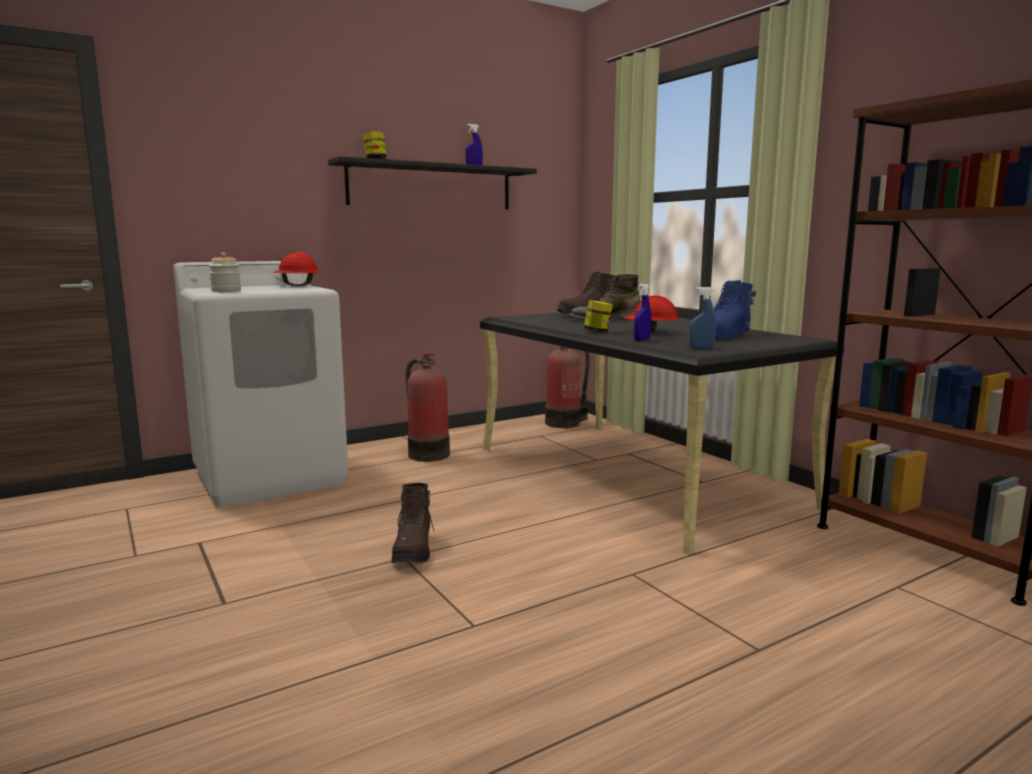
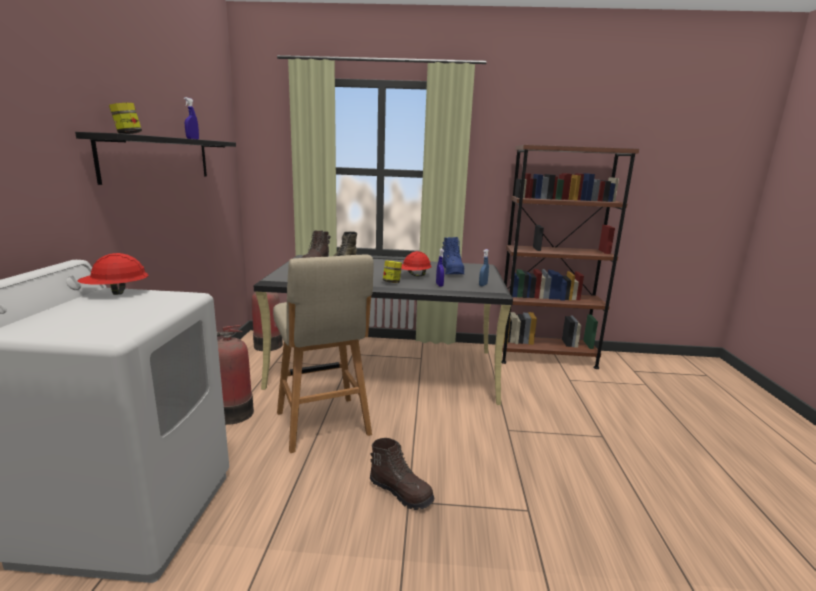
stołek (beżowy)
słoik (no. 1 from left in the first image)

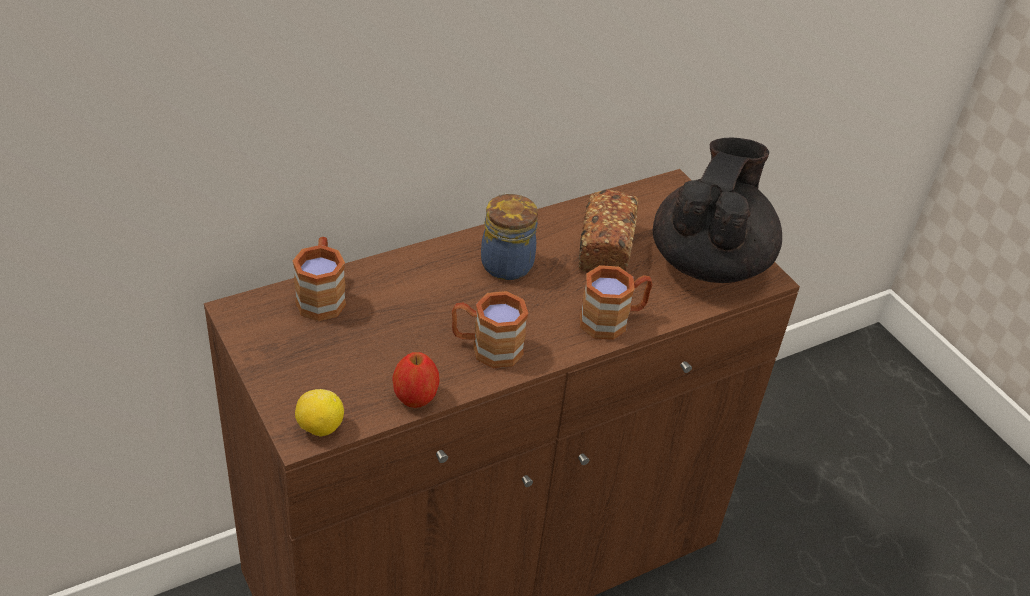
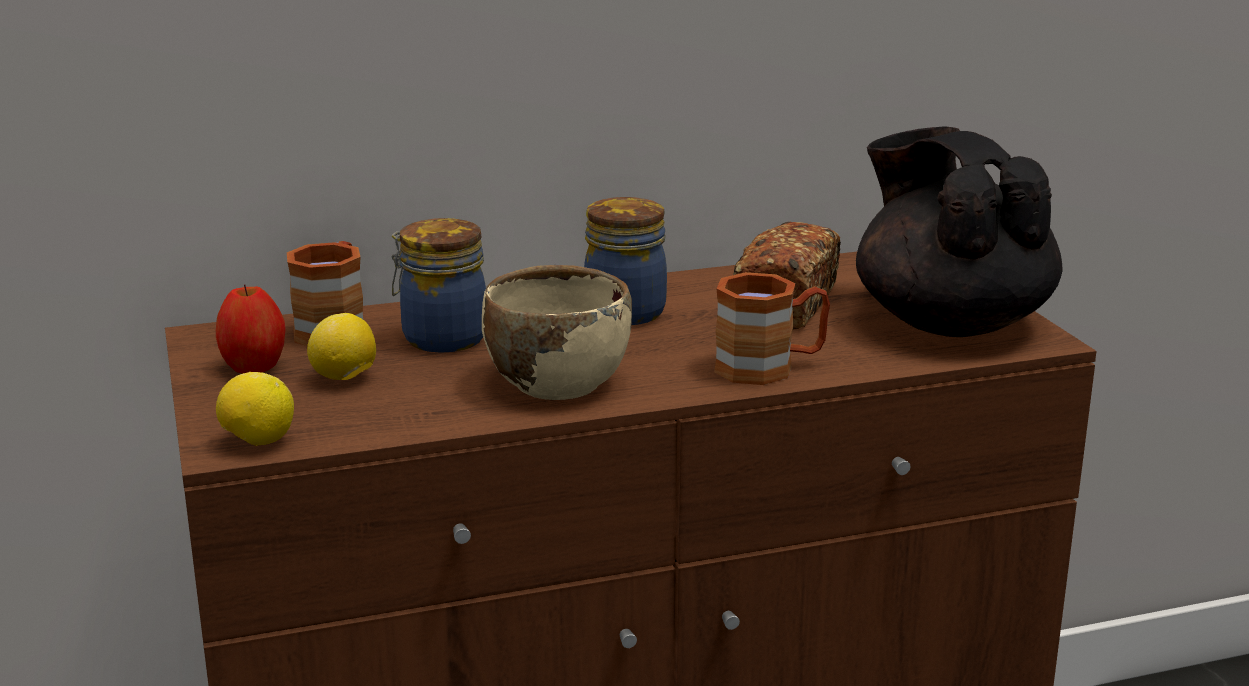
jabłko
cytryna (no. 2 from left)
słoik (no. 1 from left)
miska (beżowy)
imbryk (czarny)

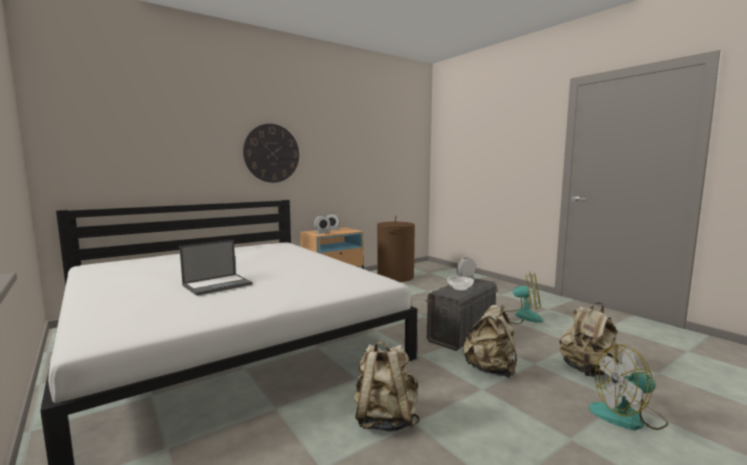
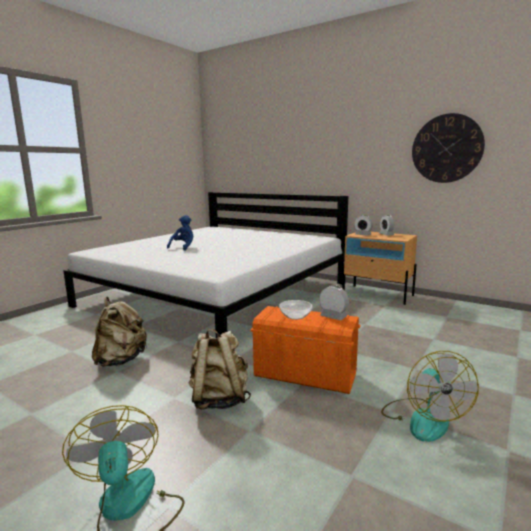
pluszak (niebieski)
pojemnik do przechowywania (pomarańczowy)
zegar ścienny
kosz na pranie (brązowy)
plecak (beżowy) (no. 3 from left in the first image)

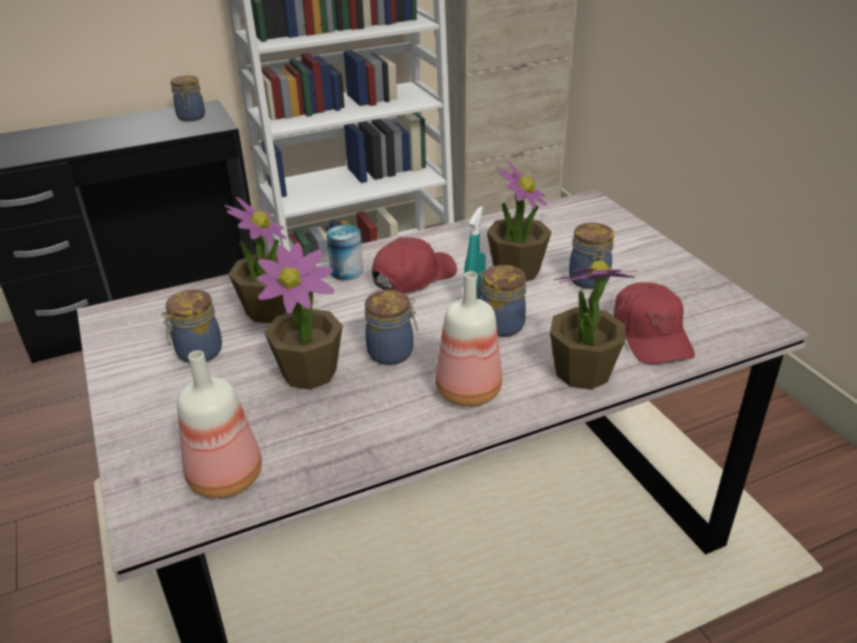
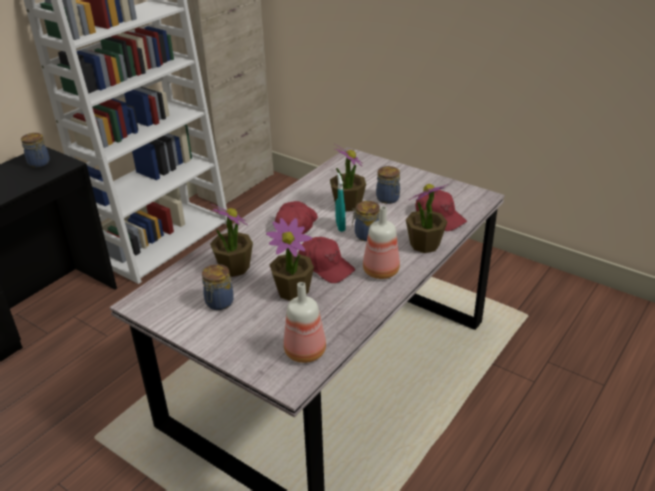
czapka z daszkiem (czerwony) (no. 2 from left)
puszka

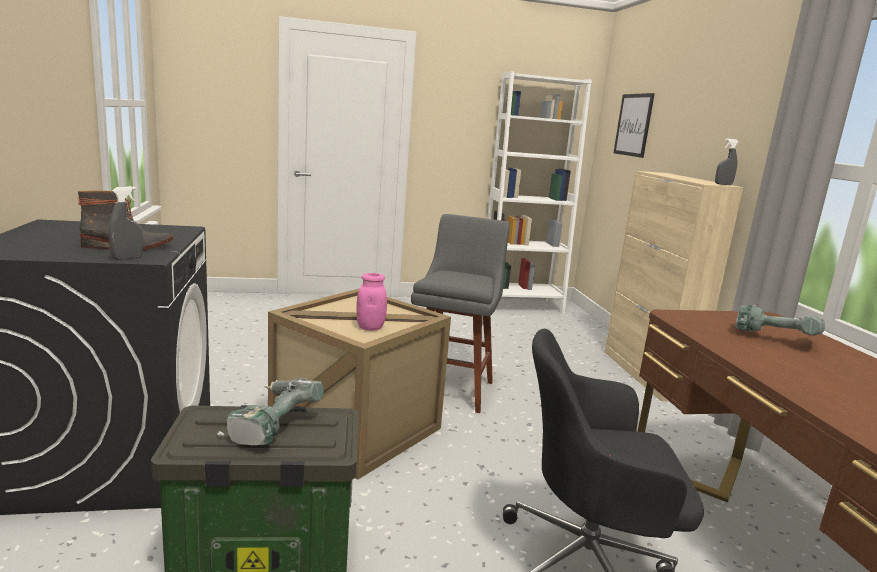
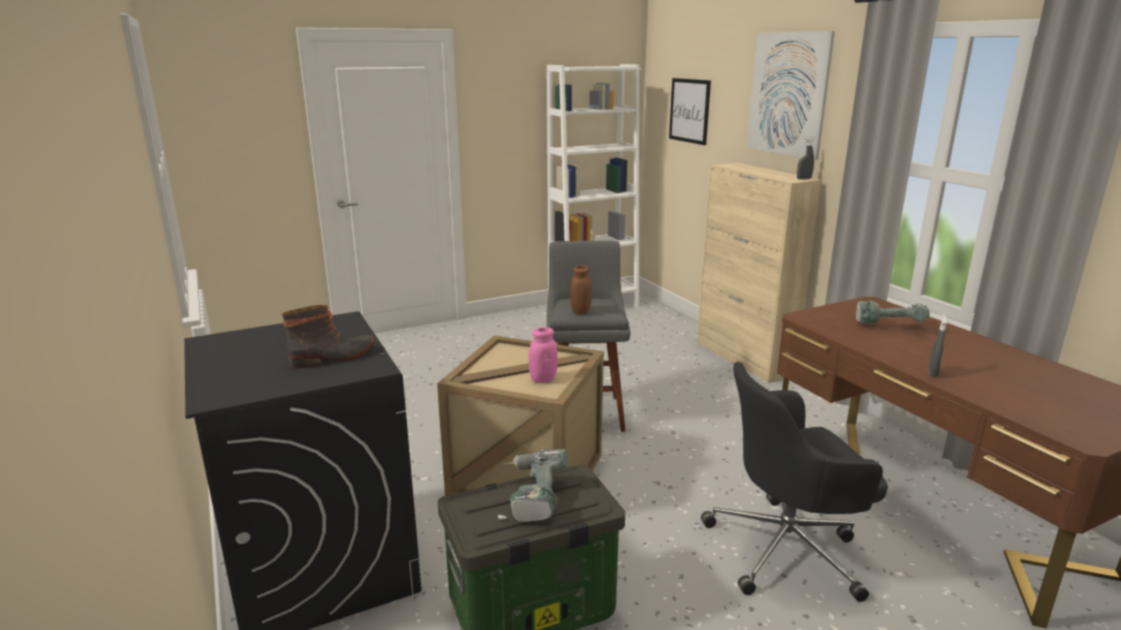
słoik (brązowy)
obraz (no. 2 from left)
spryskiwacz (szary) (no. 2 from left)

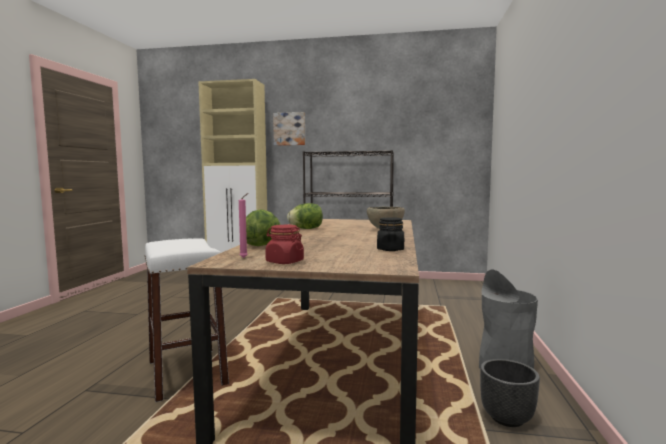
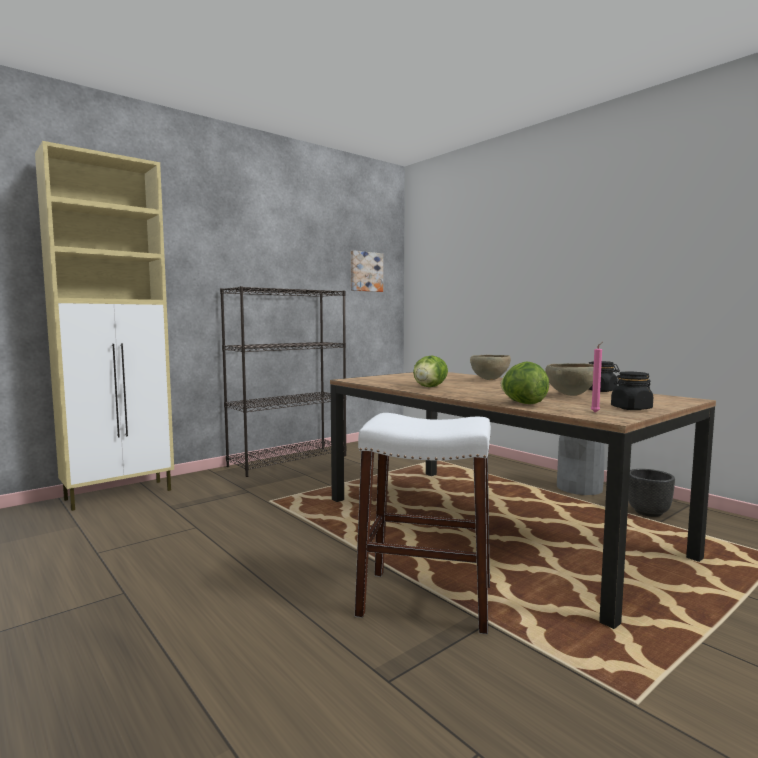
obraz
miska (brązowy) (no. 2 from left)
słoik (czarny) (no. 2 from left)

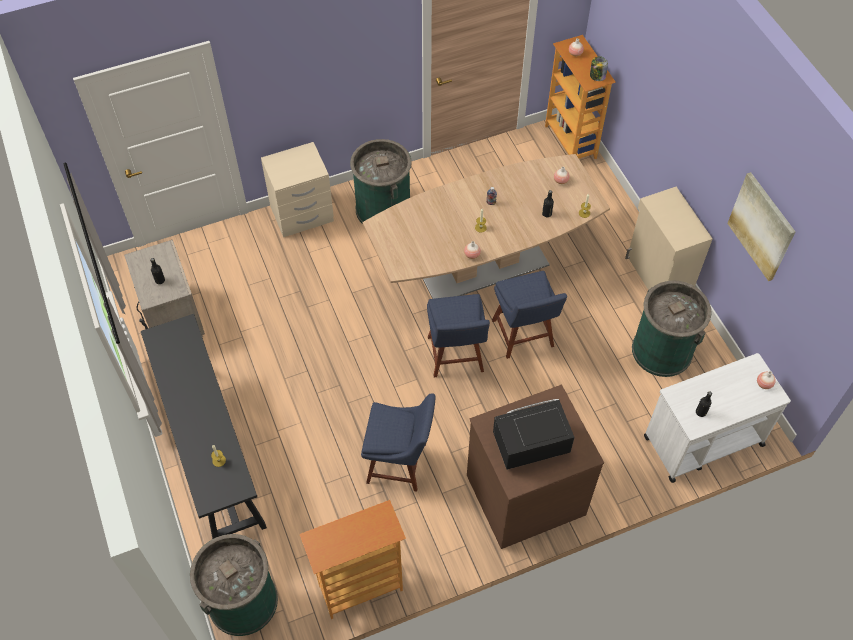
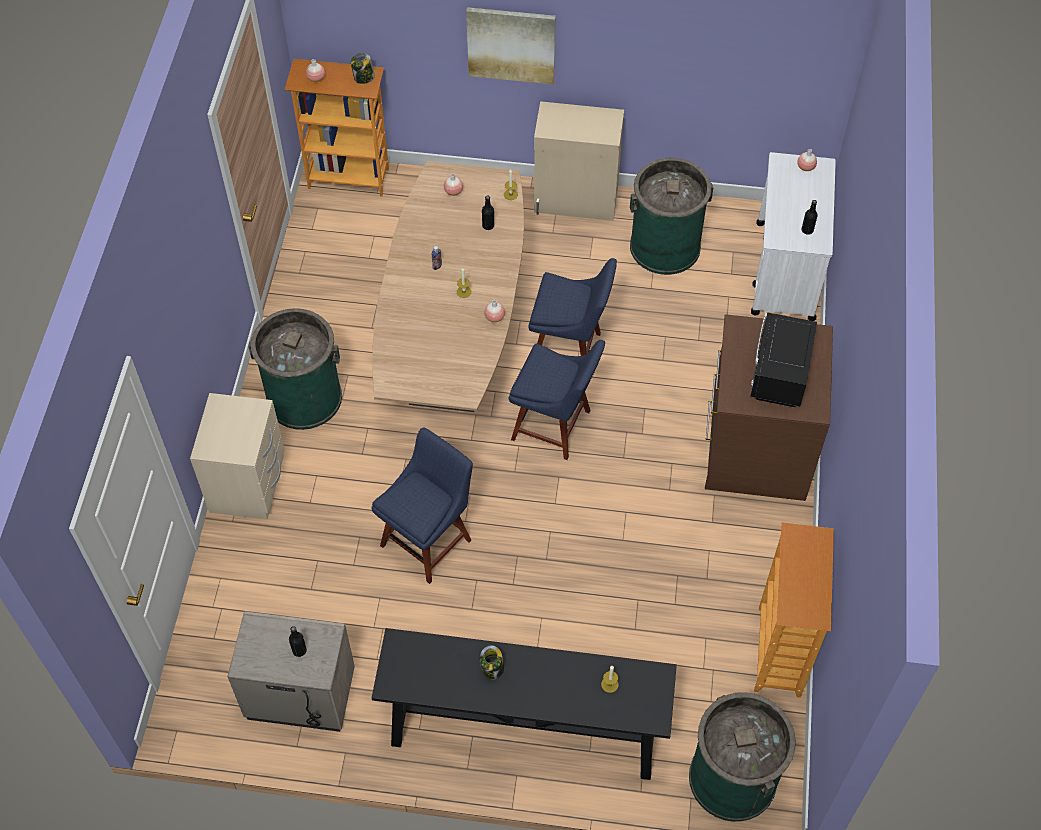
krzesło (niebieski) (no. 1 from left)
obraz
słoik (no. 2 from left)

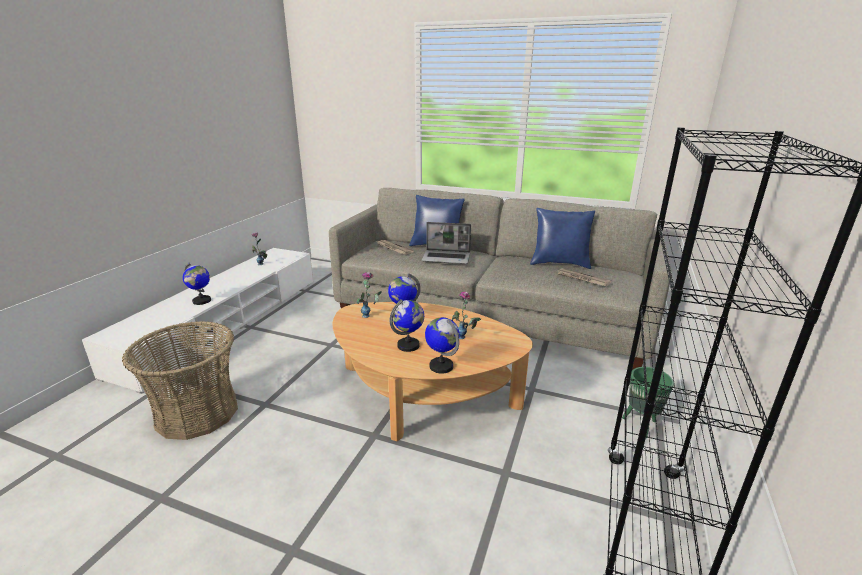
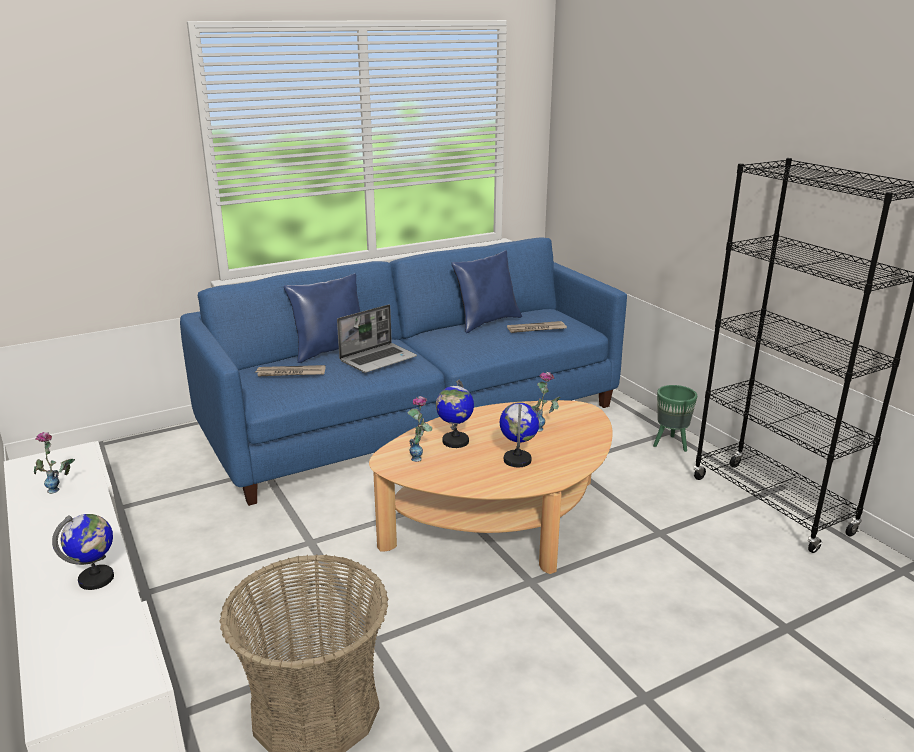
kanapa (niebieski)
globus (no. 4 from left in the first image)

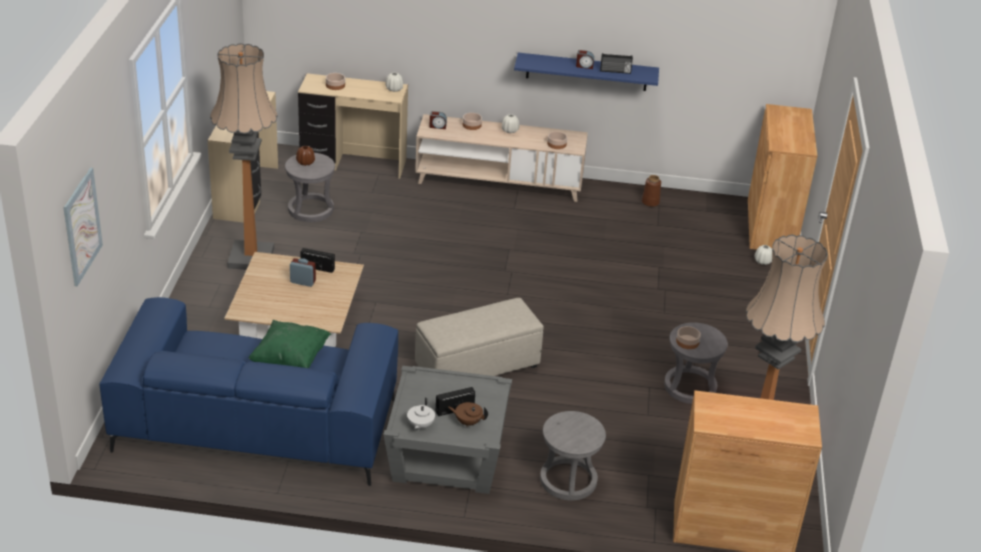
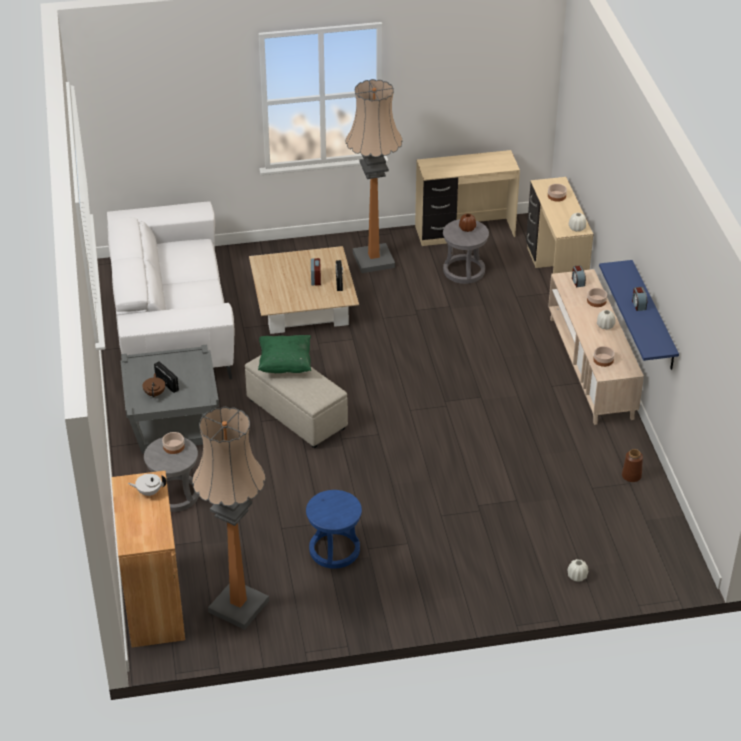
kanapa (biały)
imbryk (biały)
miska (no. 1 from left)
poduszka (zielony)
stołek (niebieski)
obraz
radio (no. 3 from left in the first image)
szafka (brązowy) (no. 2 from left in the first image)

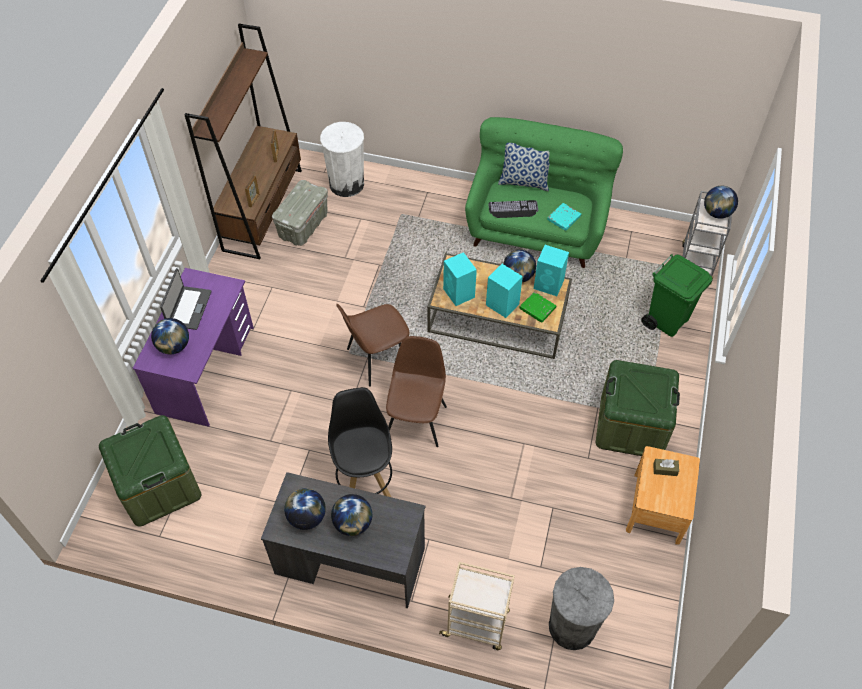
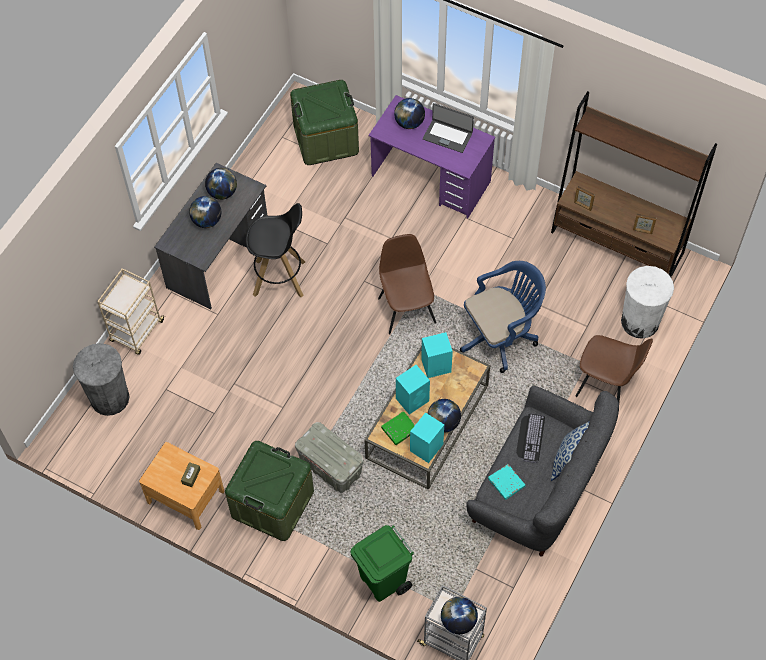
pojemnik do przechowywania (szary)
krzesło biurowe (niebieski)
kanapa (szary)
krzesło (brązowy) (no. 2 from left)

